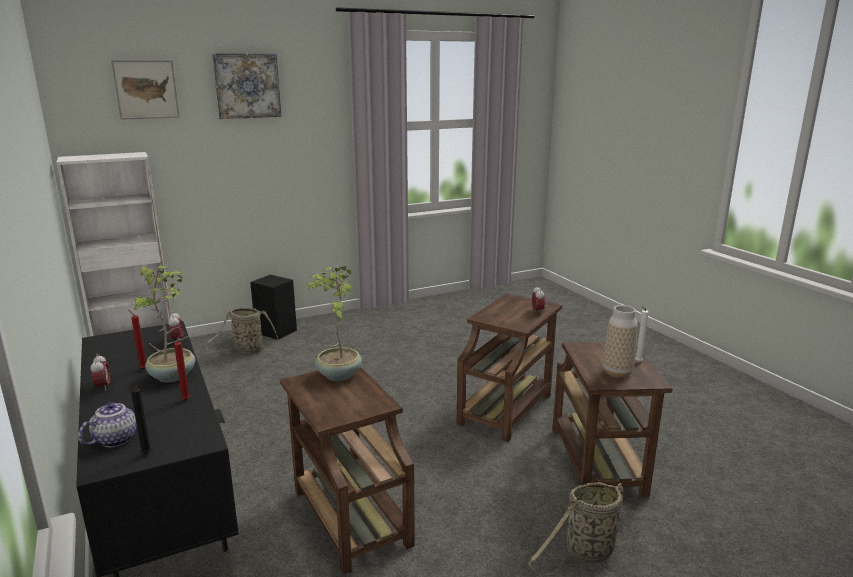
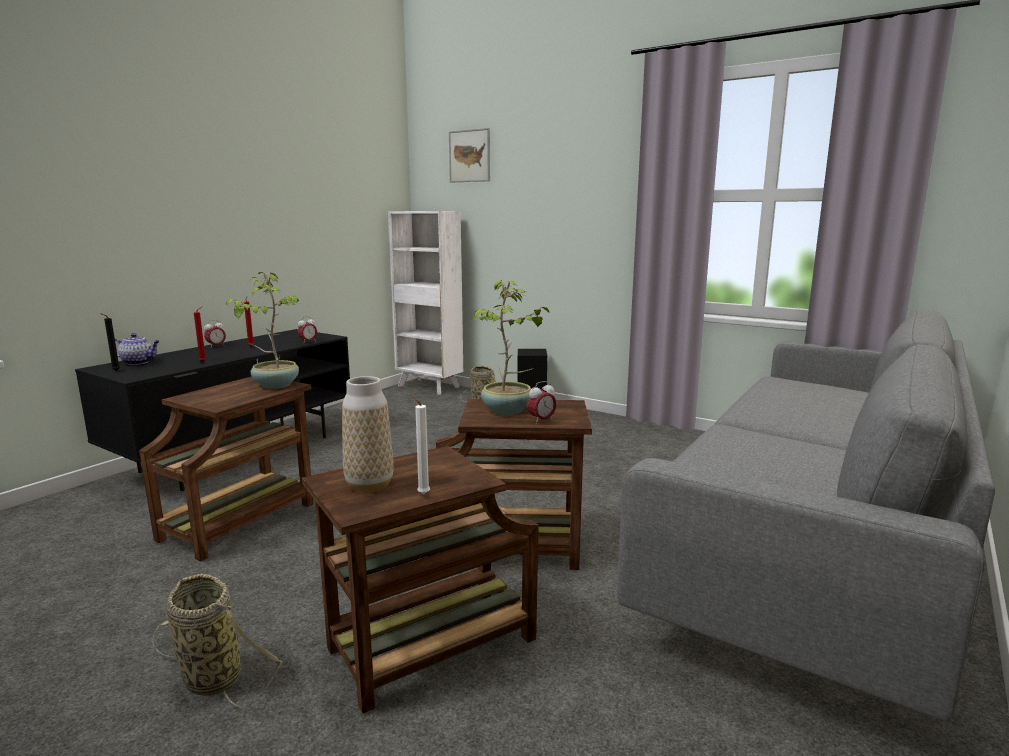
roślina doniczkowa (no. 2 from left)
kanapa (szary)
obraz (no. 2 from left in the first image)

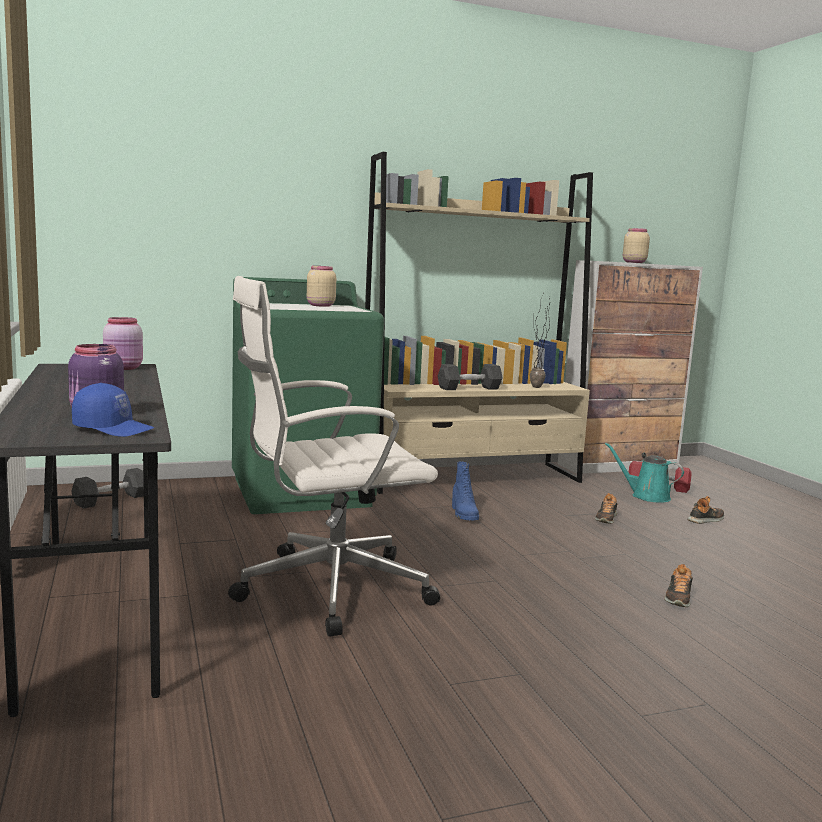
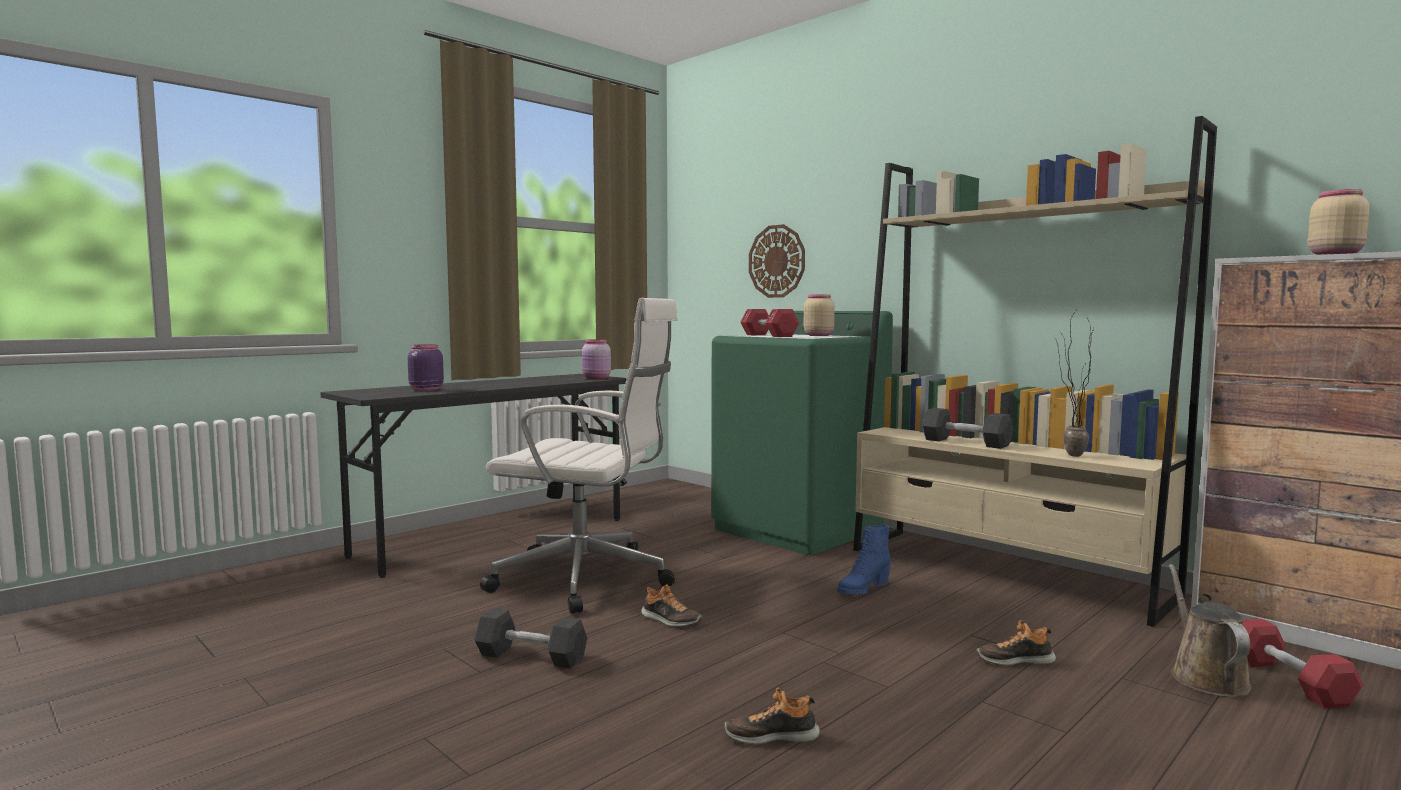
hantel (czarny) (no. 1 from left)
krzesło biurowe (biały)
but (no. 1 from left)
hantel (czerwony) (no. 1 from left)
zegar ścienny
konewka (brązowy)
czapka z daszkiem (niebieski)

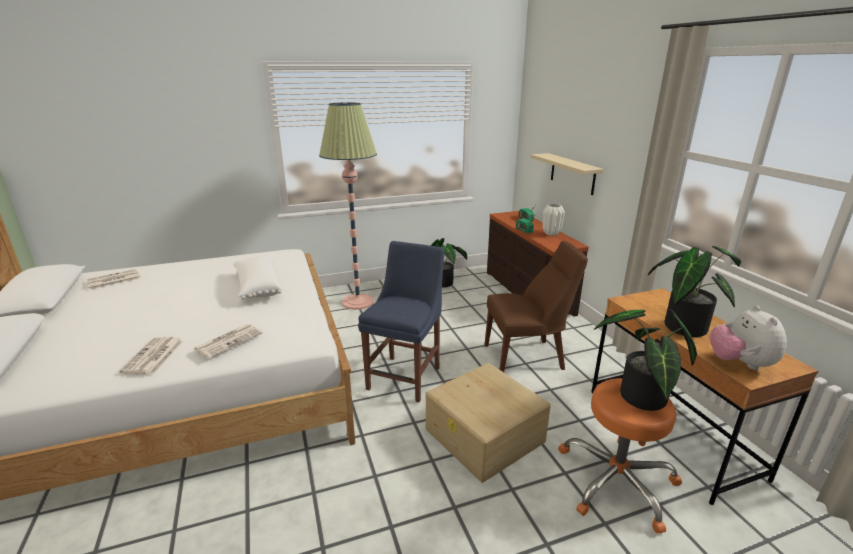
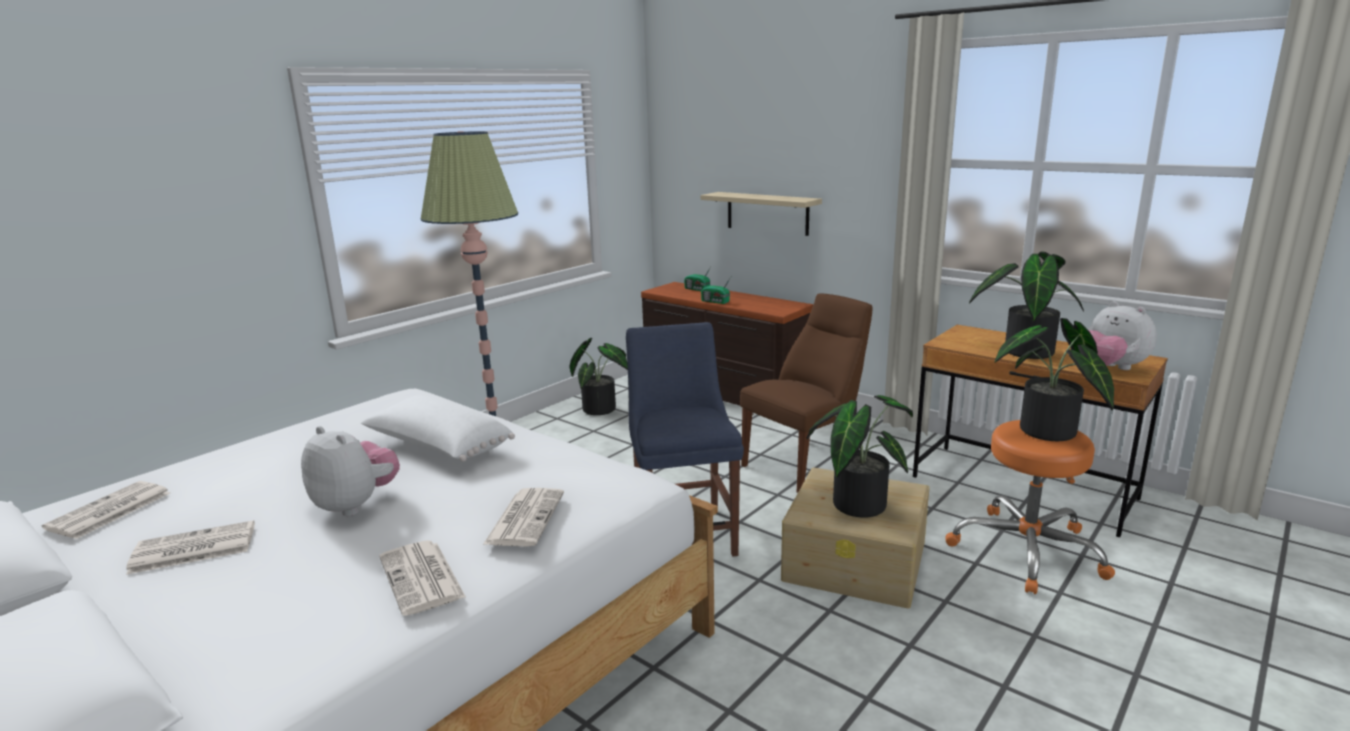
gazeta (no. 2 from left)
pluszak (no. 1 from left)
roślina doniczkowa (no. 2 from left)
wazon (biały)

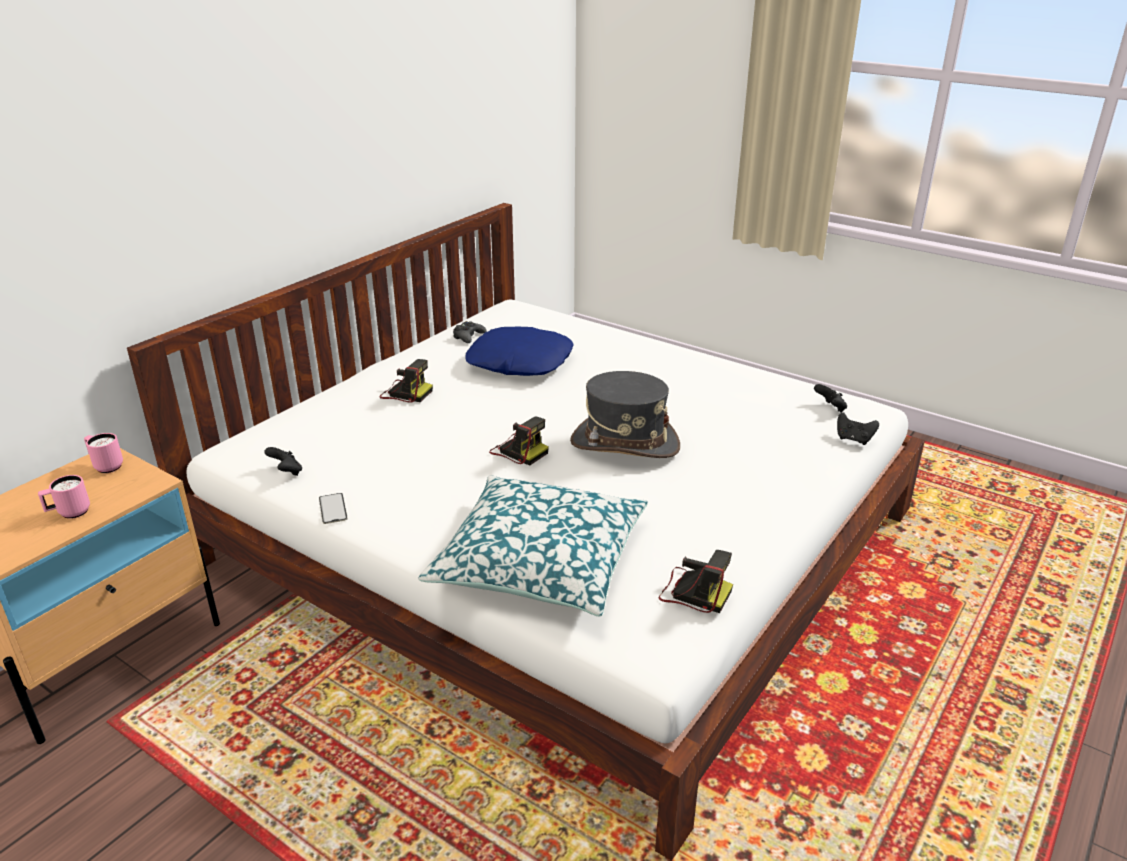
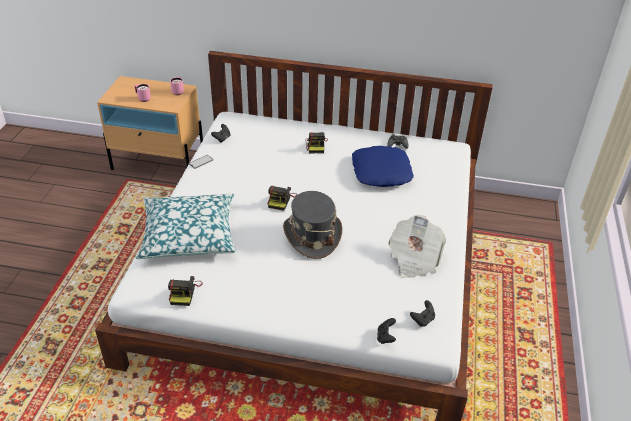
gazeta

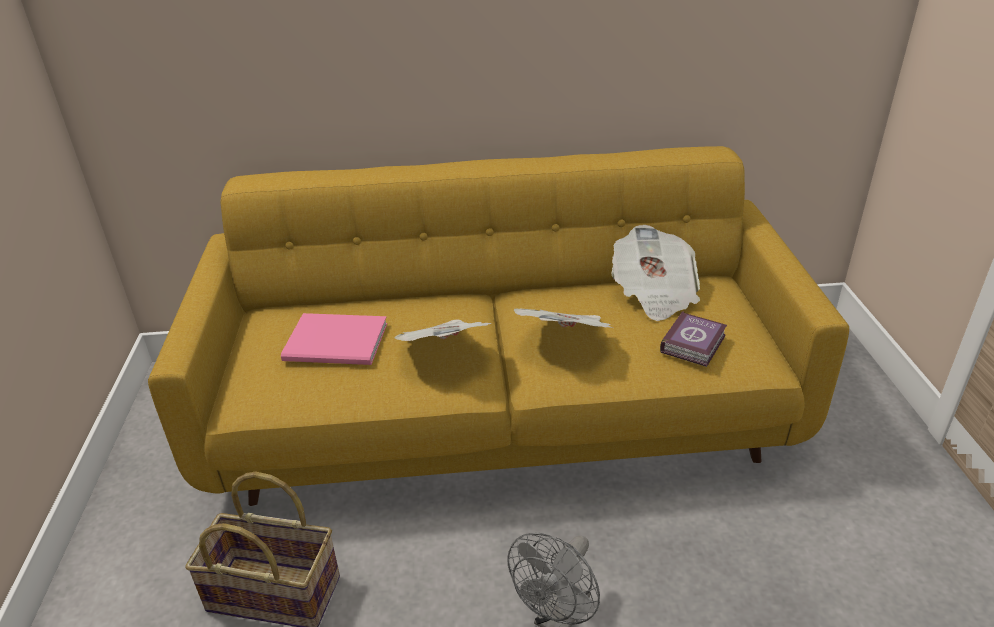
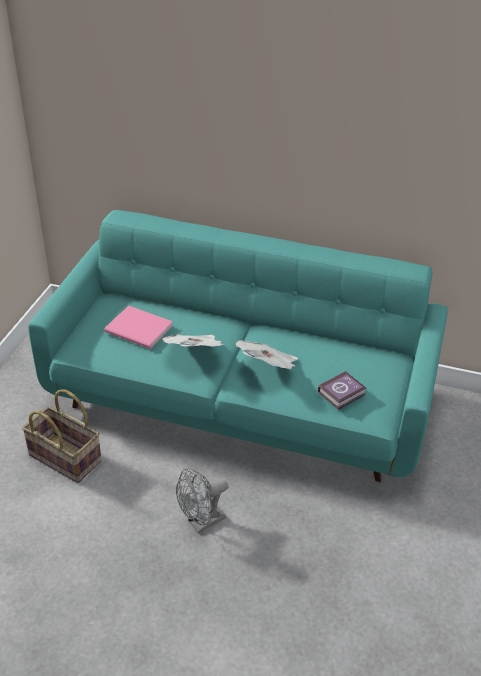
kanapa (turkusowy)
gazeta (no. 3 from left in the first image)

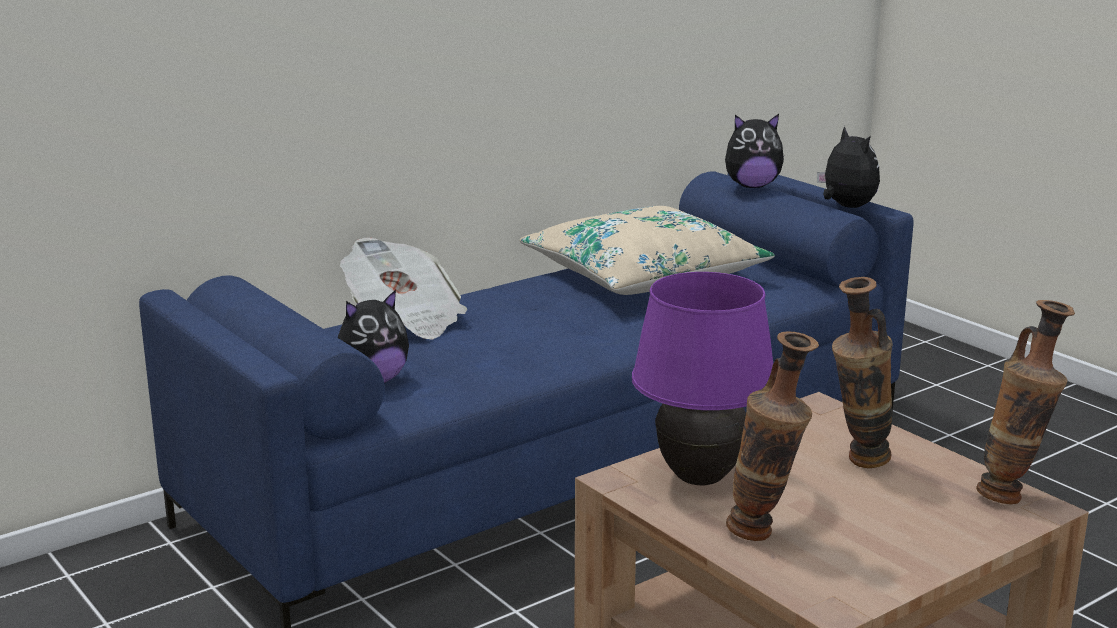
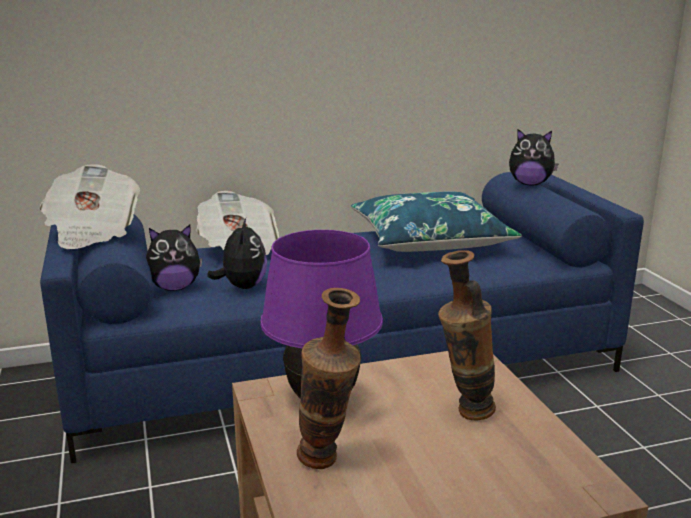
gazeta (no. 1 from left)
pluszak (no. 2 from left)
poduszka (niebieski)
wazon (no. 3 from left in the first image)

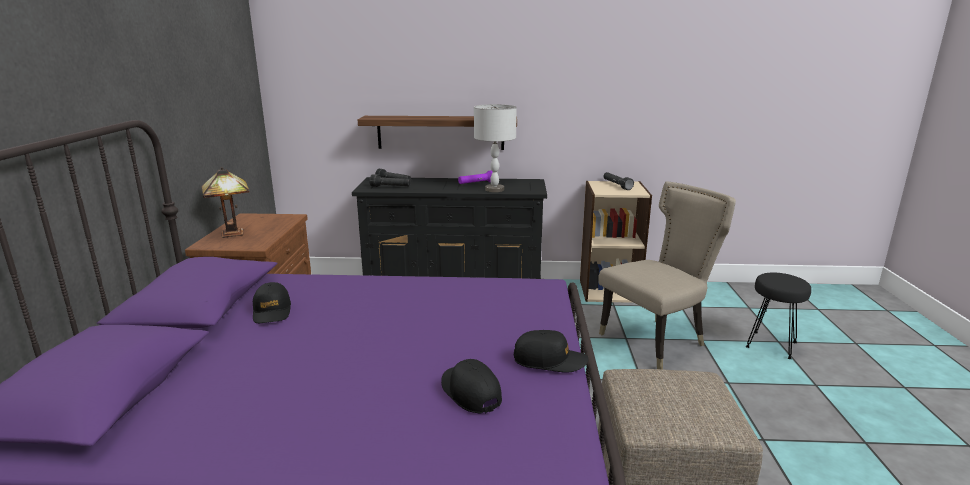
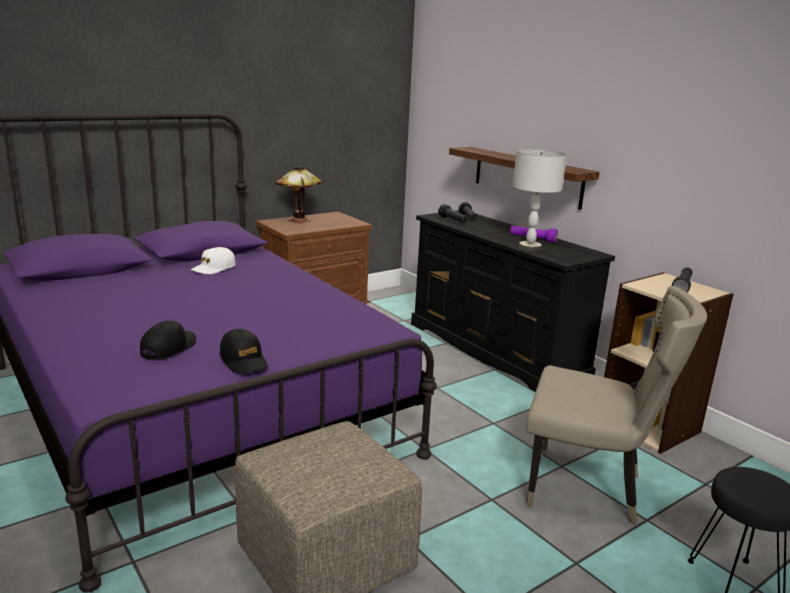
czapka z daszkiem (biały)

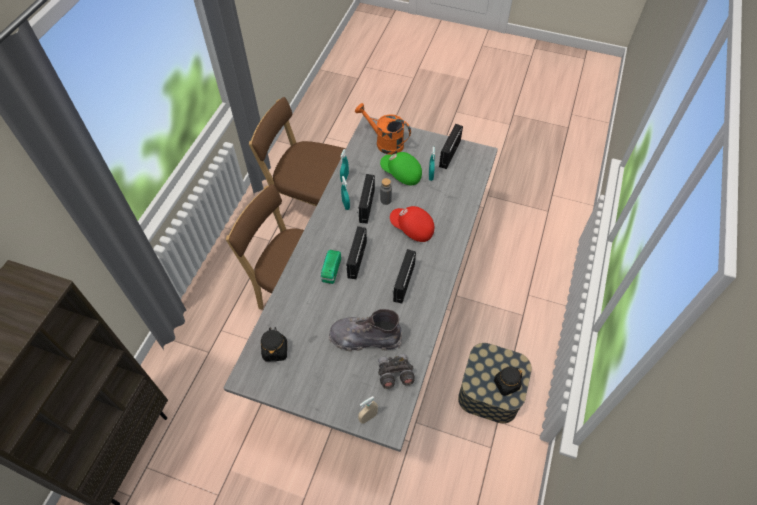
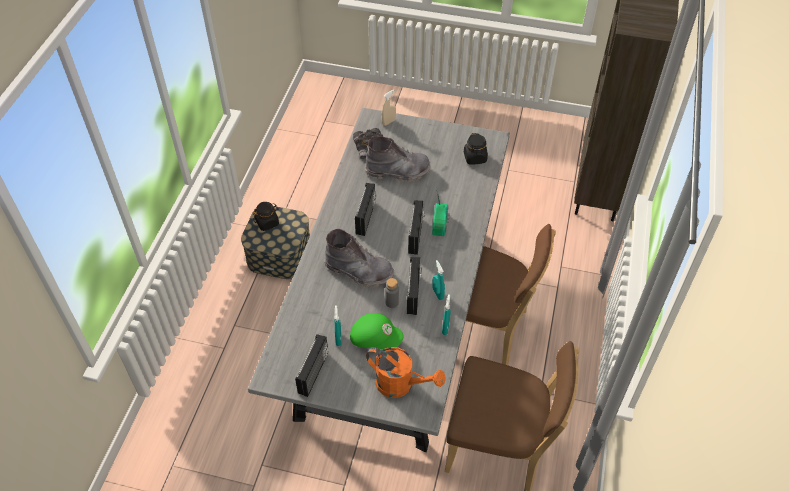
but z cholewką (szary) (no. 1 from left)

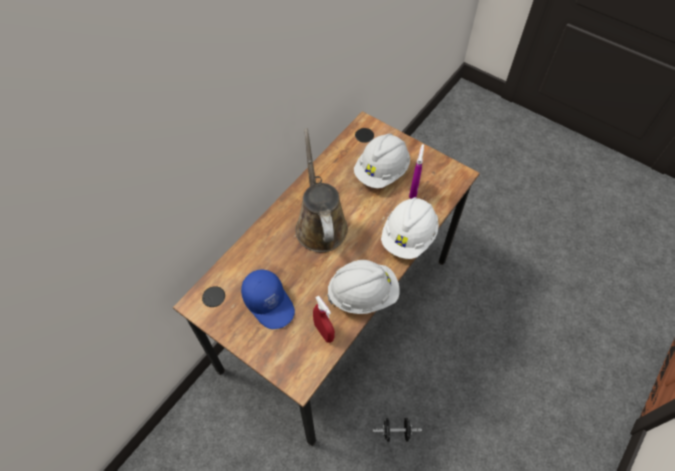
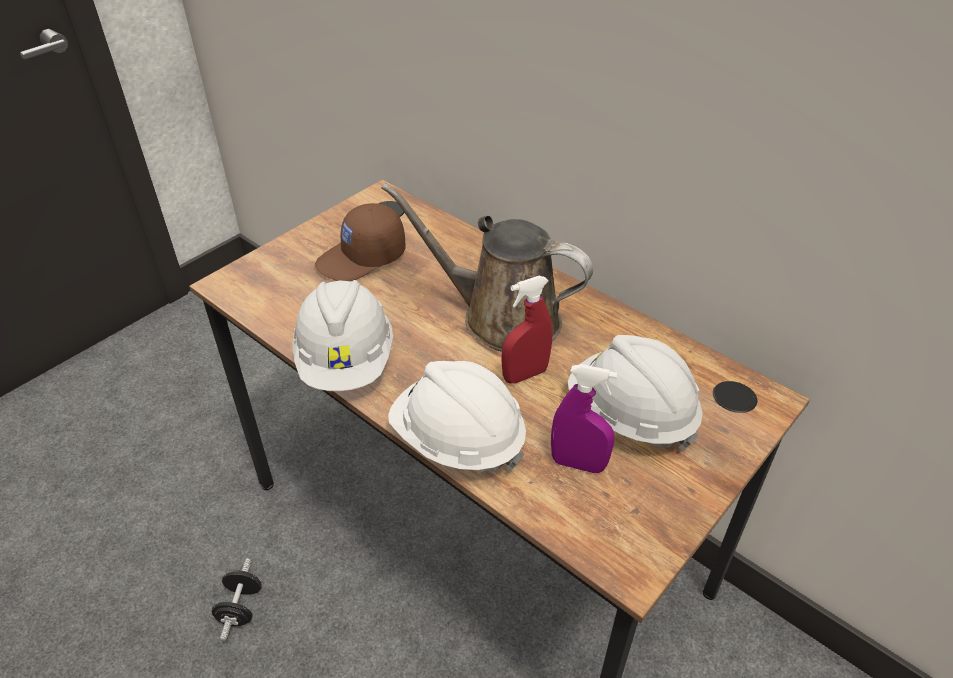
czapka z daszkiem (brązowy)
konewka (brązowy)
spryskiwacz (czerwony)

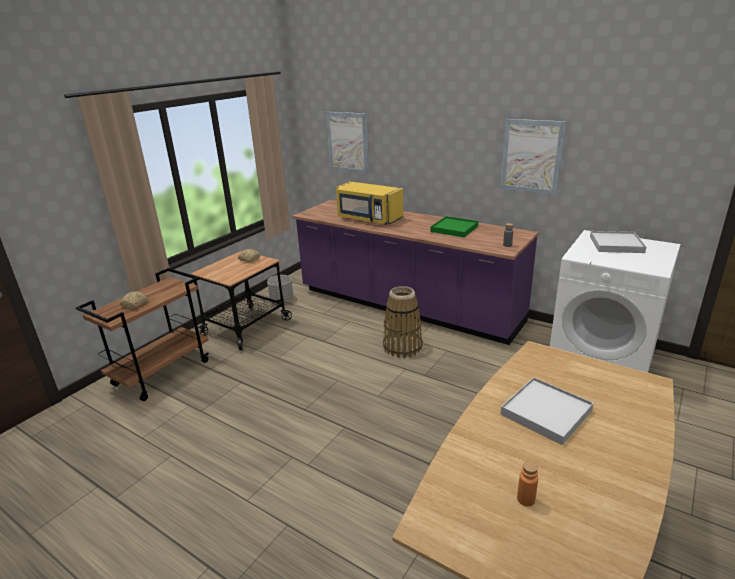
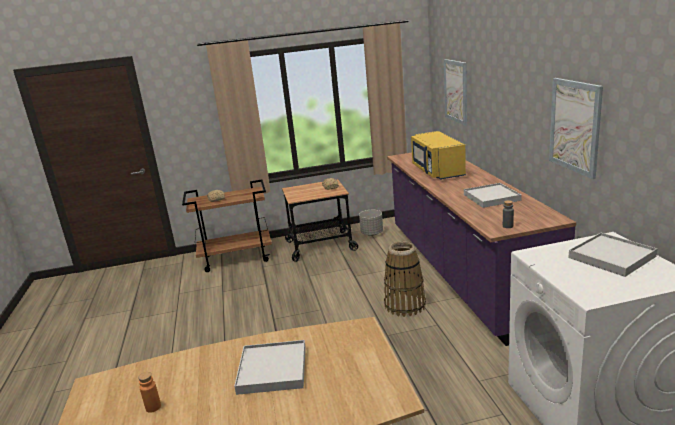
taca (biały) (no. 2 from left)

